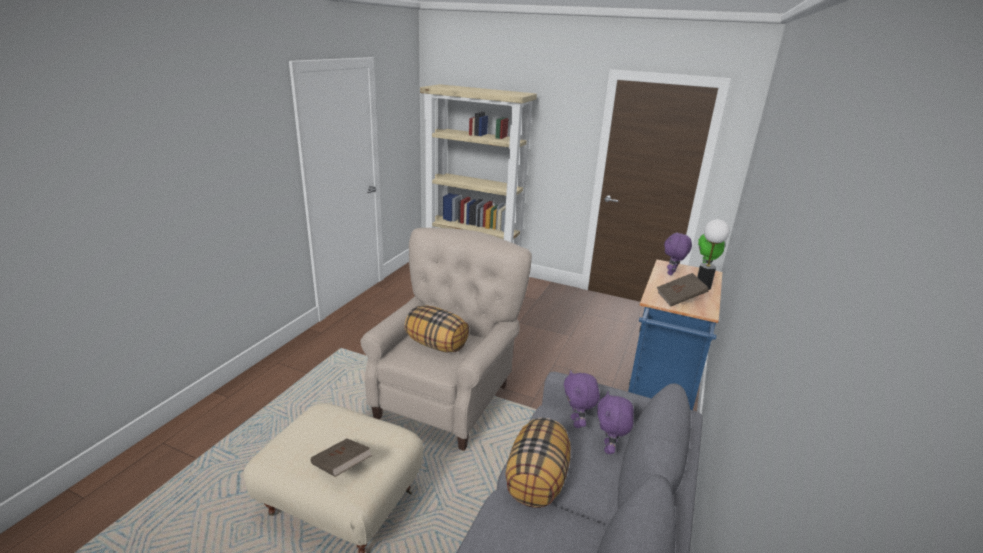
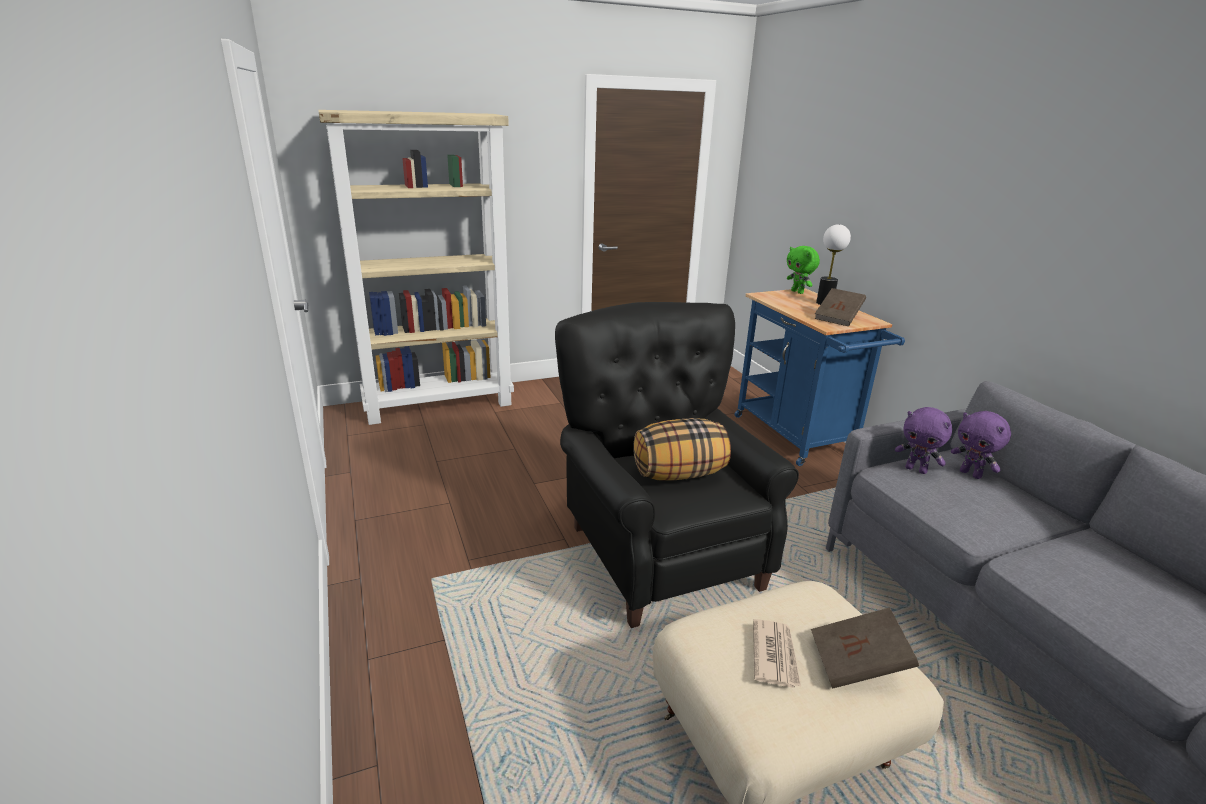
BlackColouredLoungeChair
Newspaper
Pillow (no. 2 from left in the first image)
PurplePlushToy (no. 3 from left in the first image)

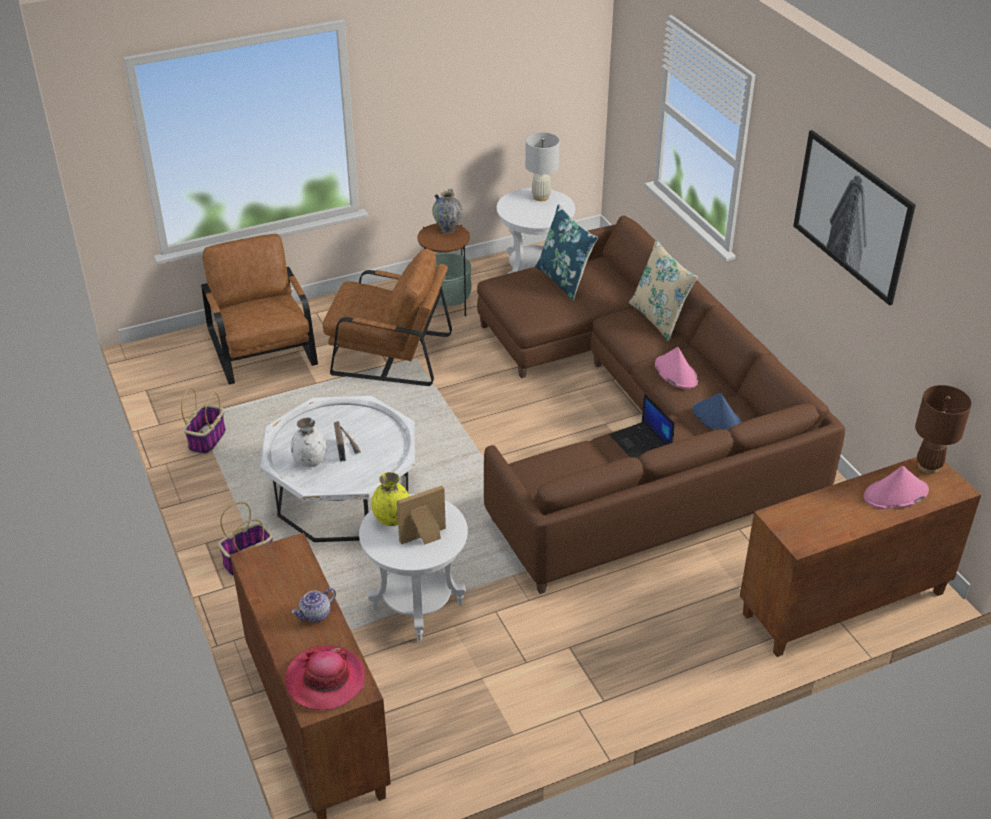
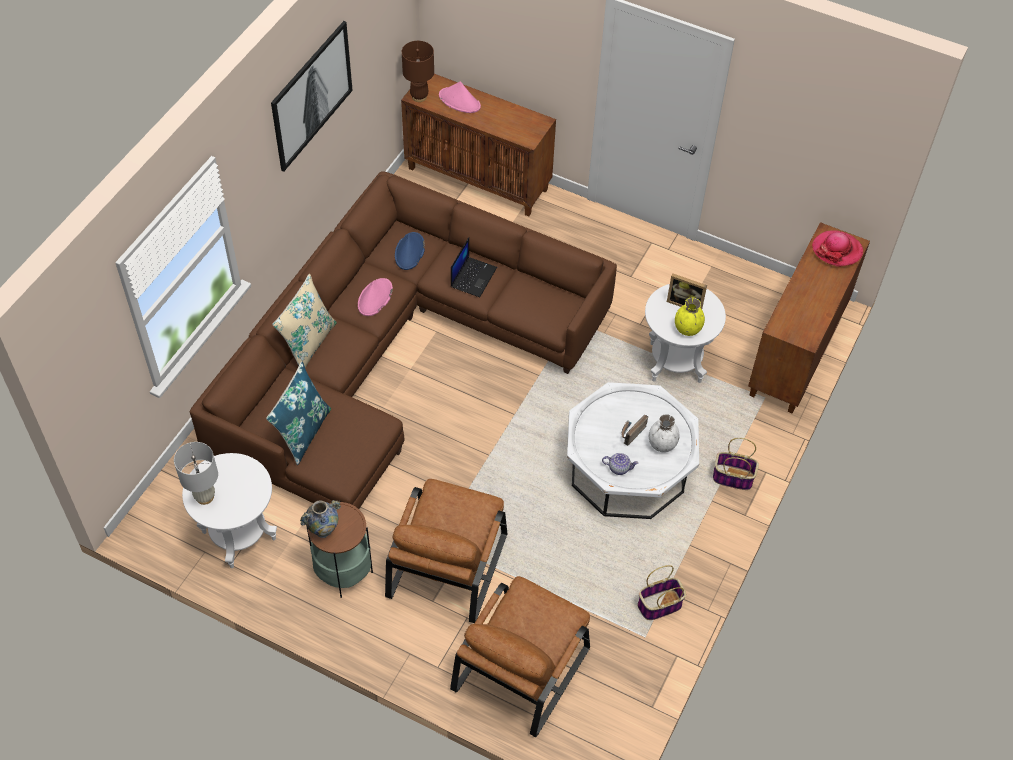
BrownColouredLoungeChair (no. 1 from left)
PotForTea

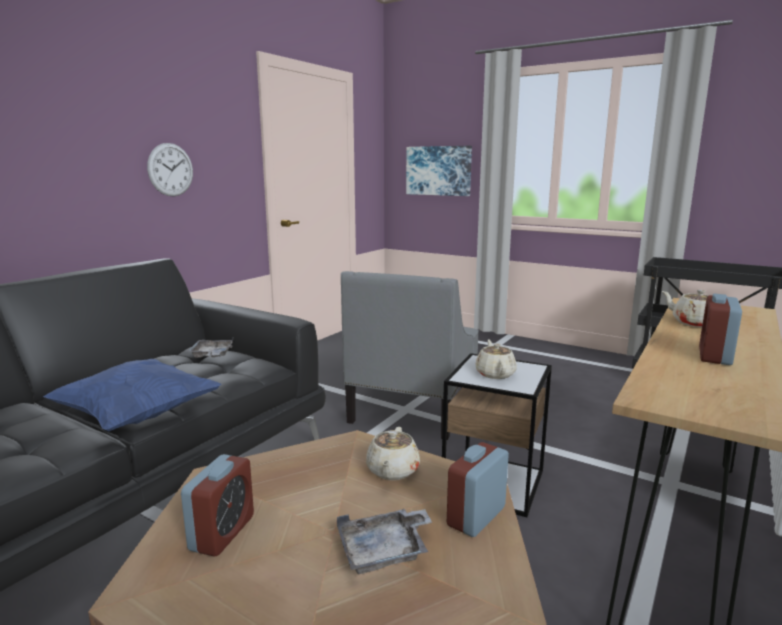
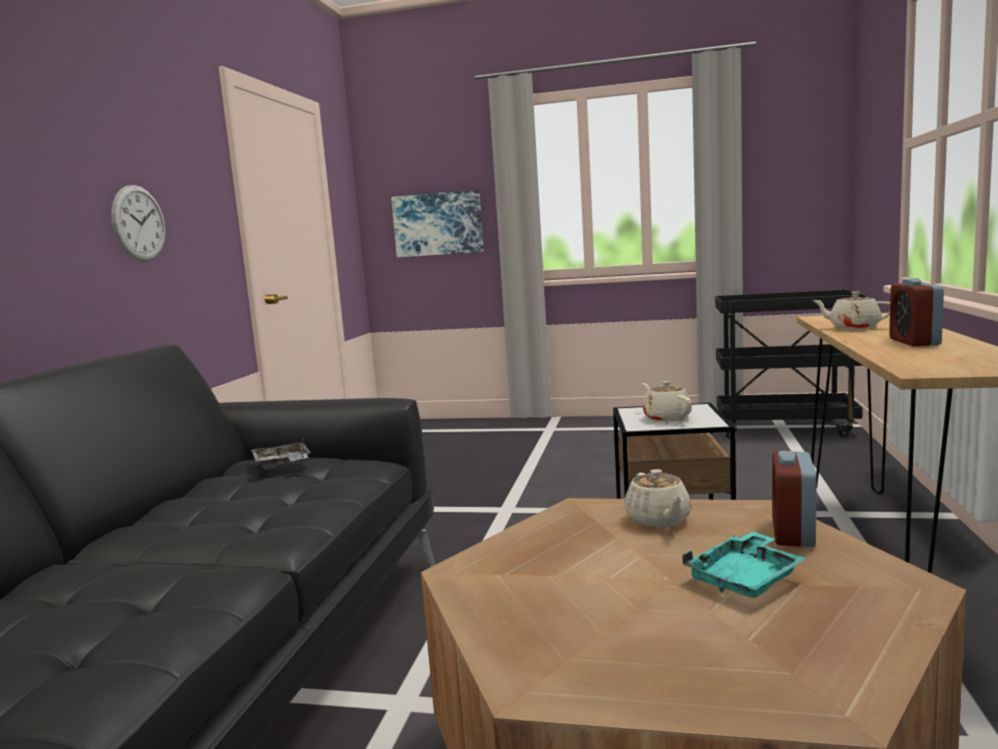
TurquoiseTray
BlueColouredPillow
AlarmClock (no. 1 from left in the first image)
GreyLoungeChair

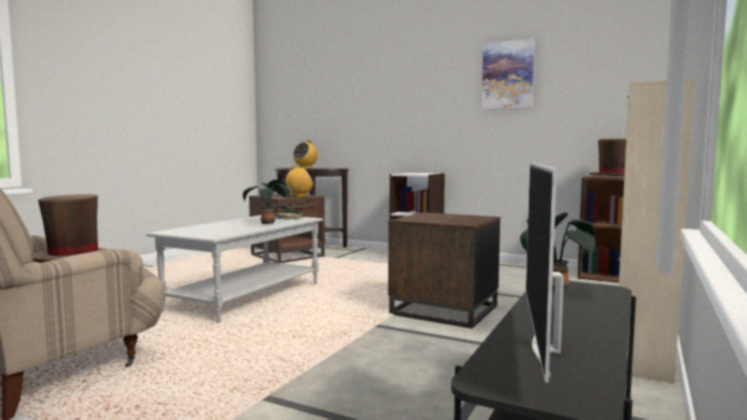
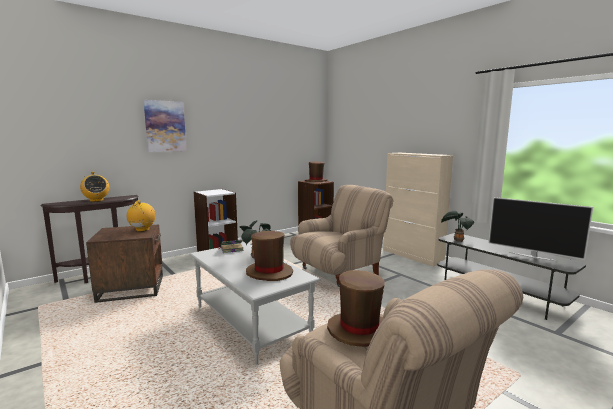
WallArt
BrownColouredWearableHat (no. 1 from left)
SandColouredLoungeChair (no. 1 from left)

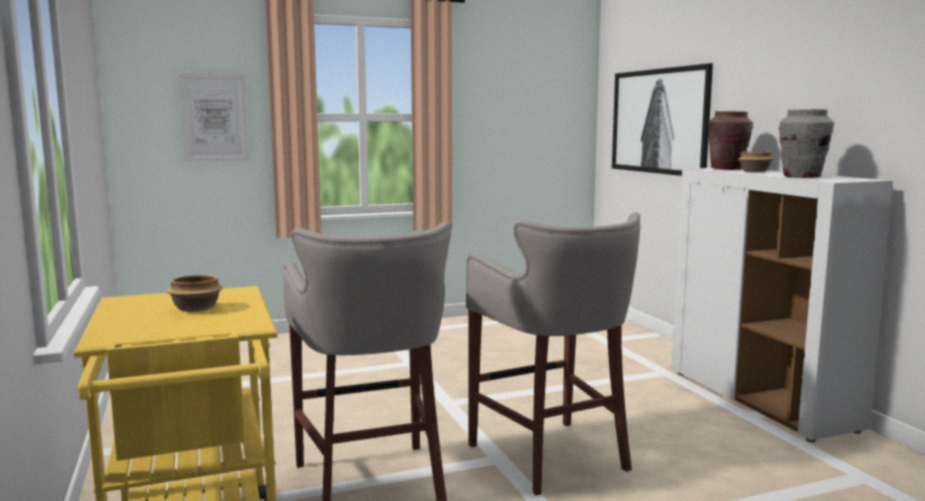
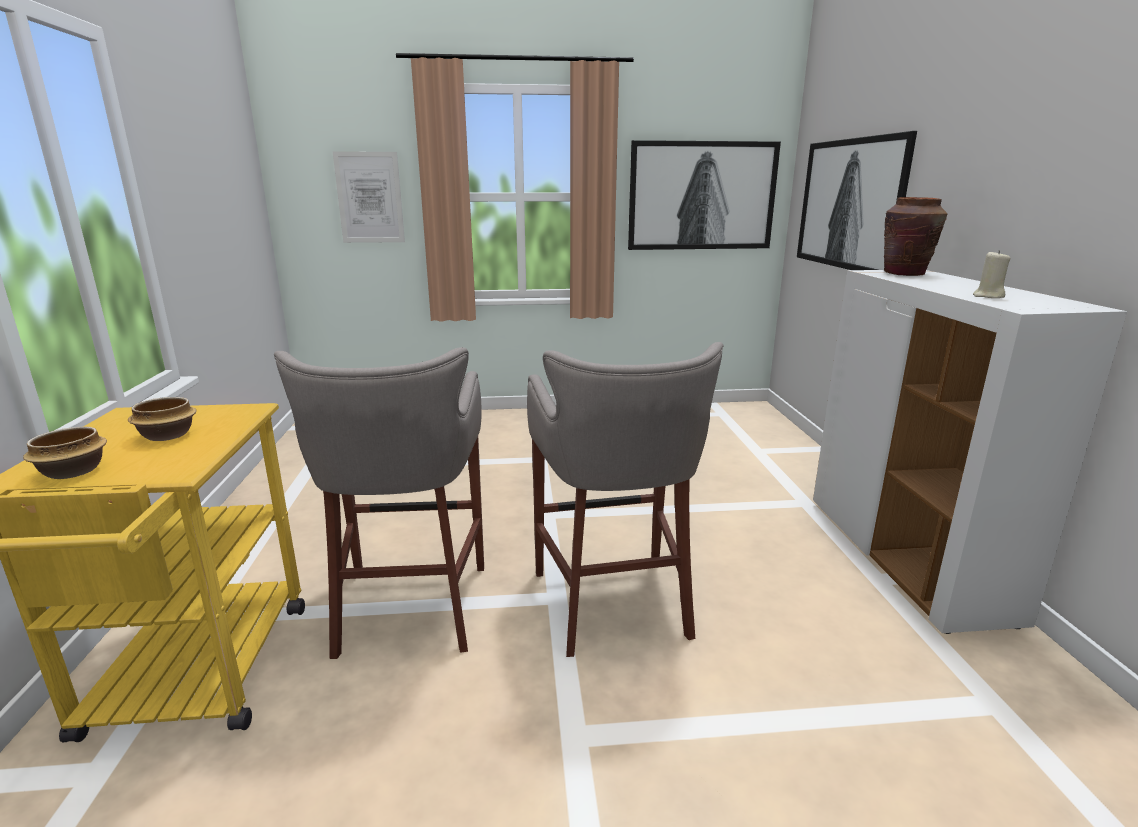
DeepDish (no. 1 from left)
WallArt (no. 2 from left)
SandColouredWaxLight

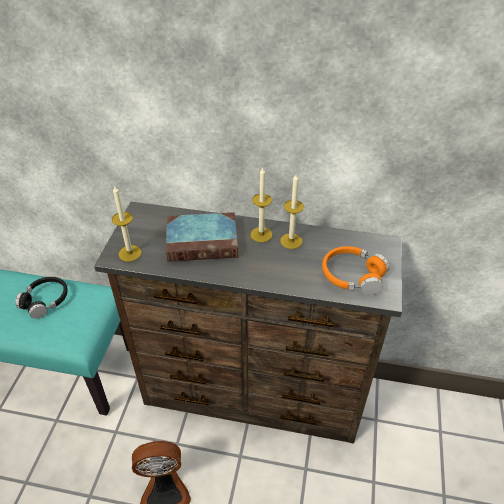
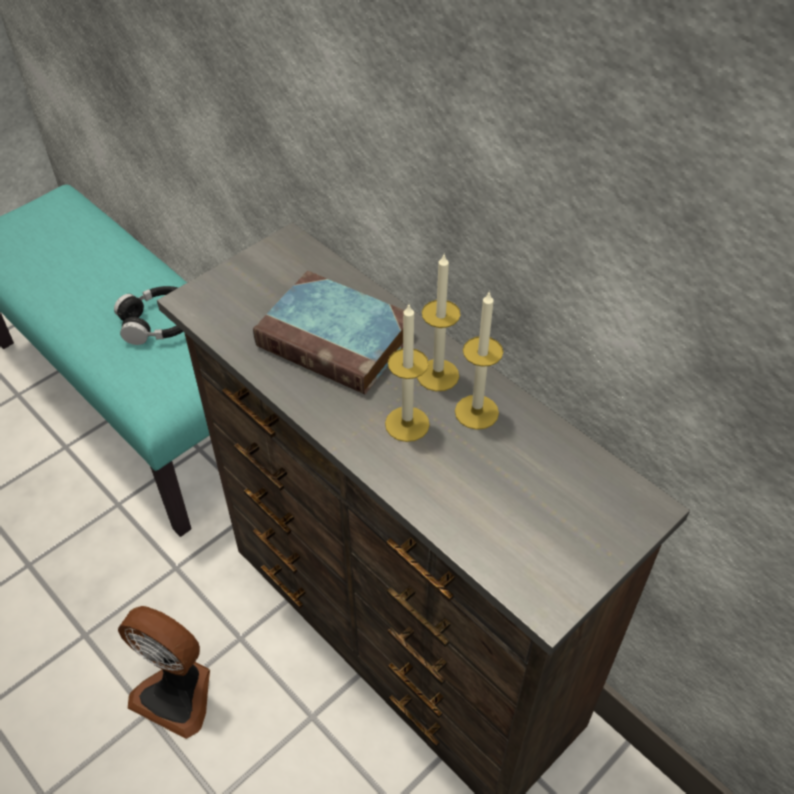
WaxLight (no. 1 from left)
OrangeHeadset

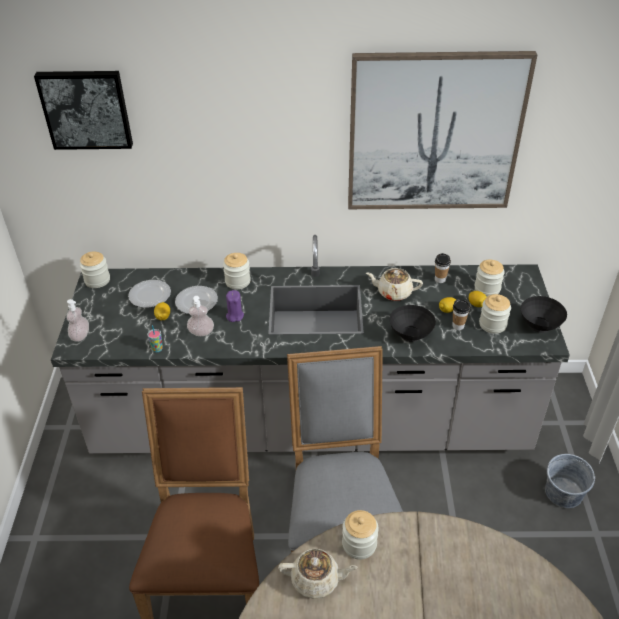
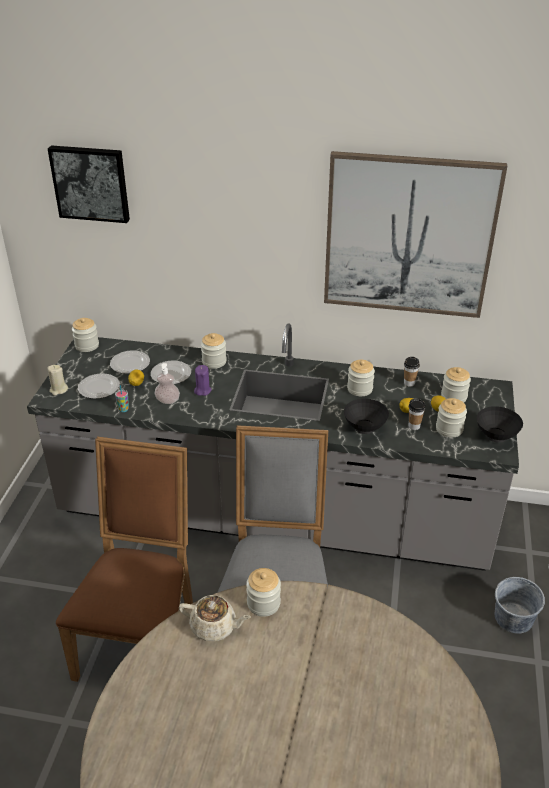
SandColouredWaxLight
FlatDish (no. 1 from left)
StorageJar (no. 4 from left)

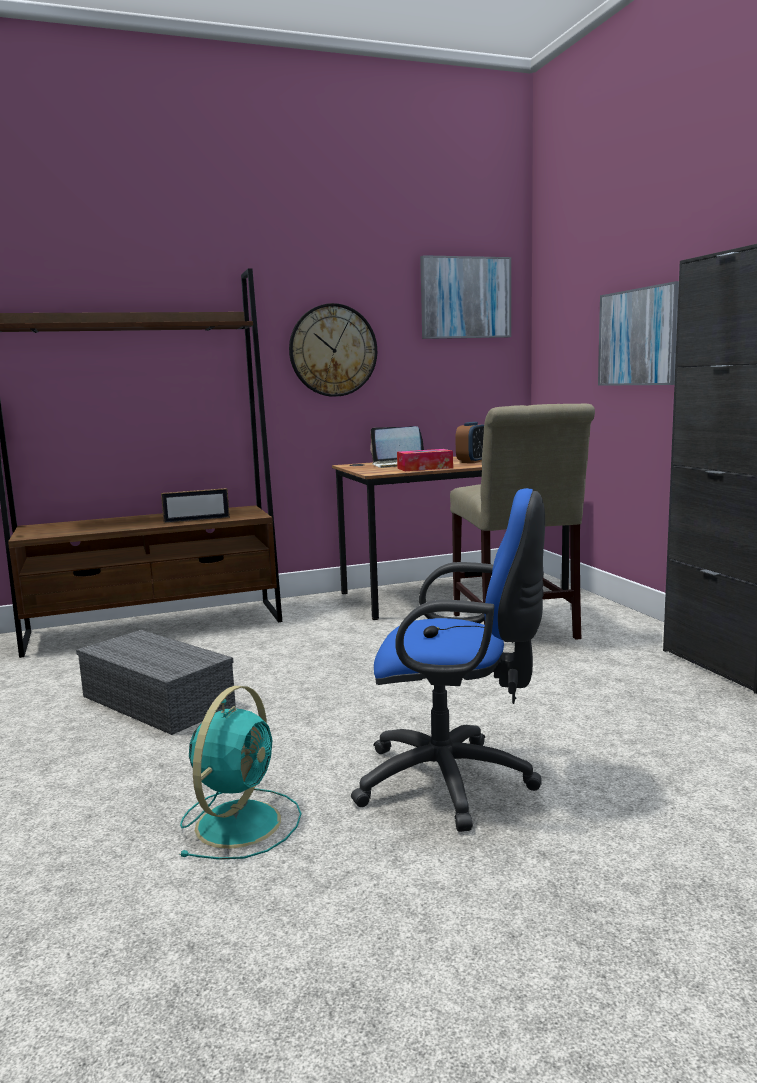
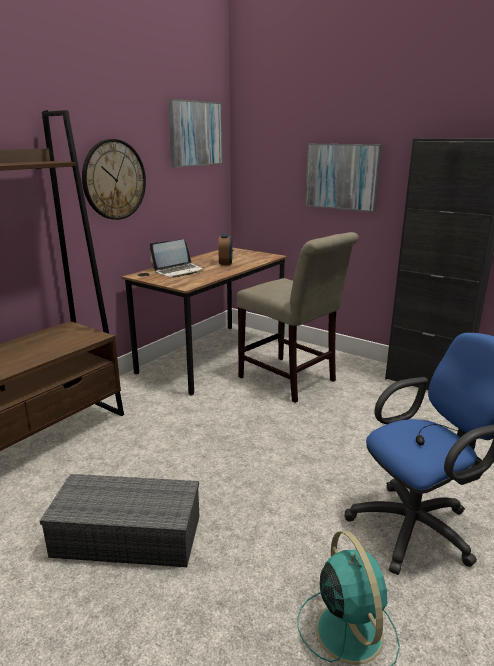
PhotoFrame
BoxOfTissues

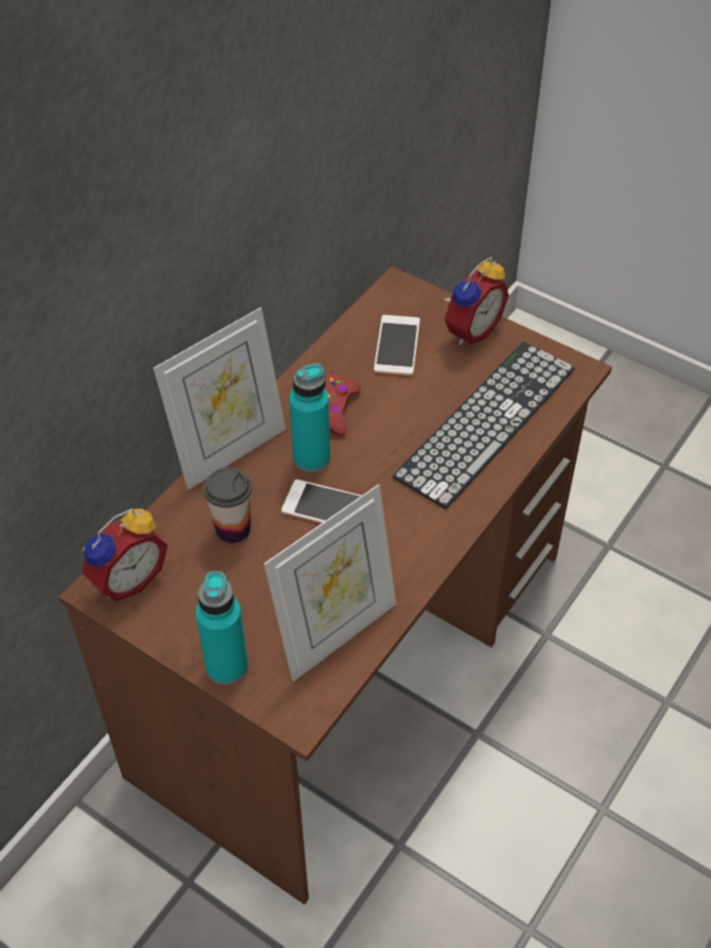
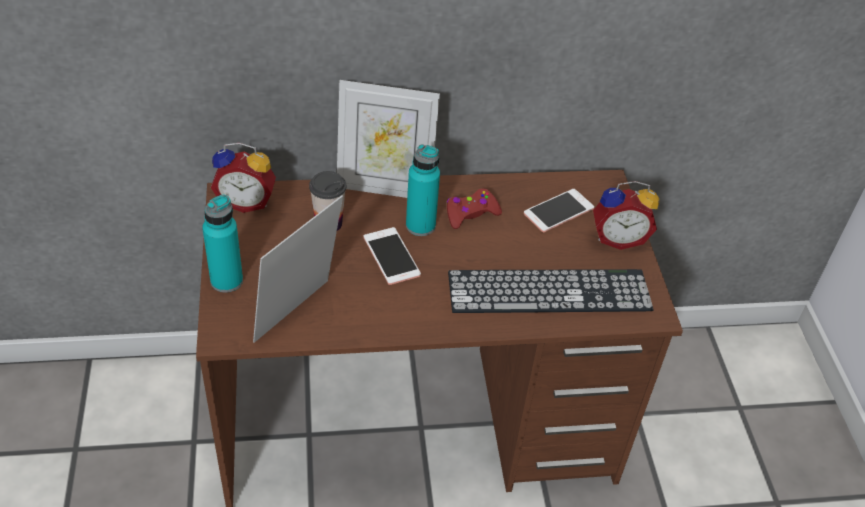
PhotoFrame (no. 1 from left)

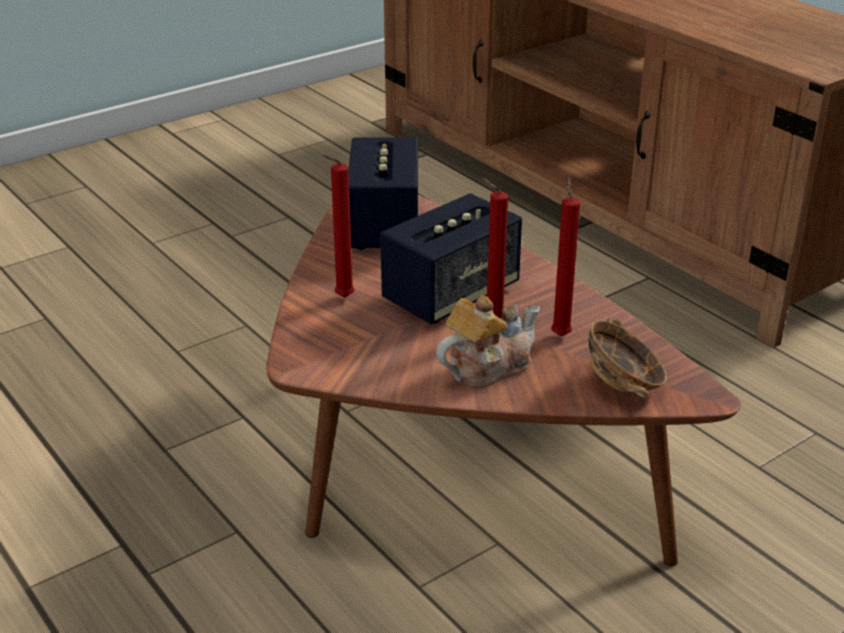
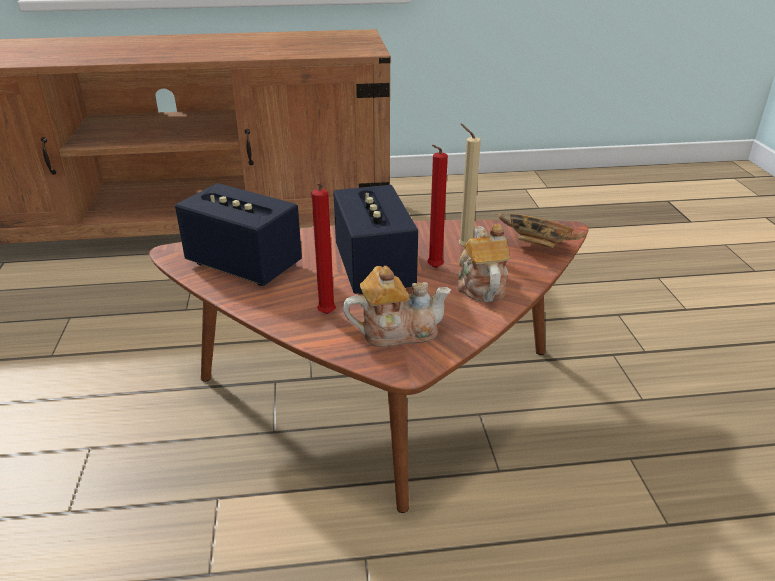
PotForTea (no. 1 from left)
SandColouredWaxLight

